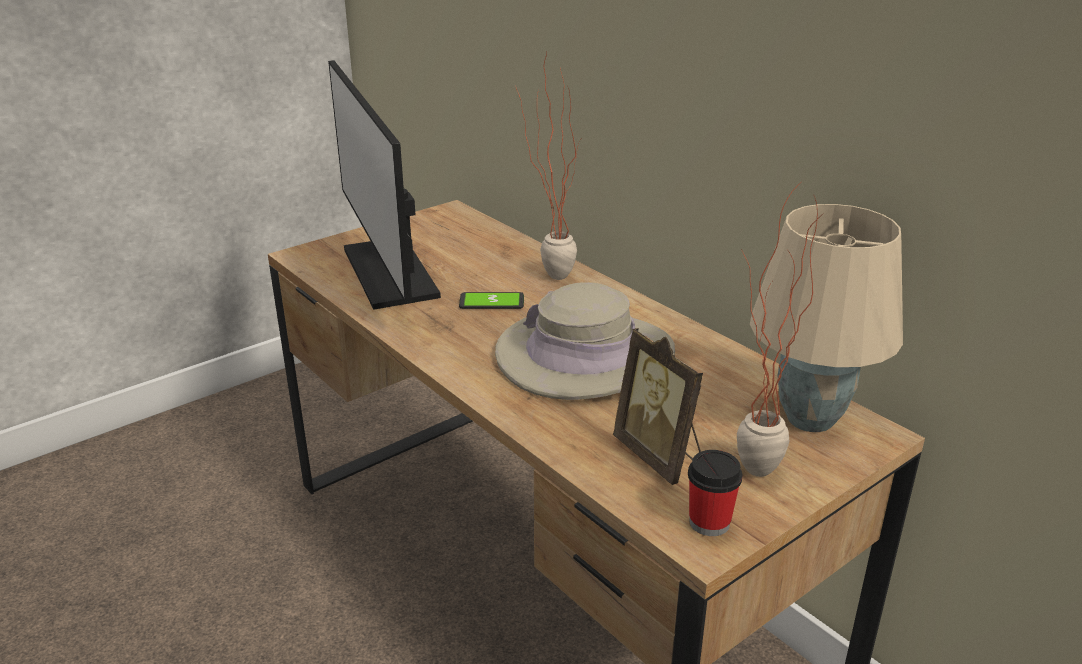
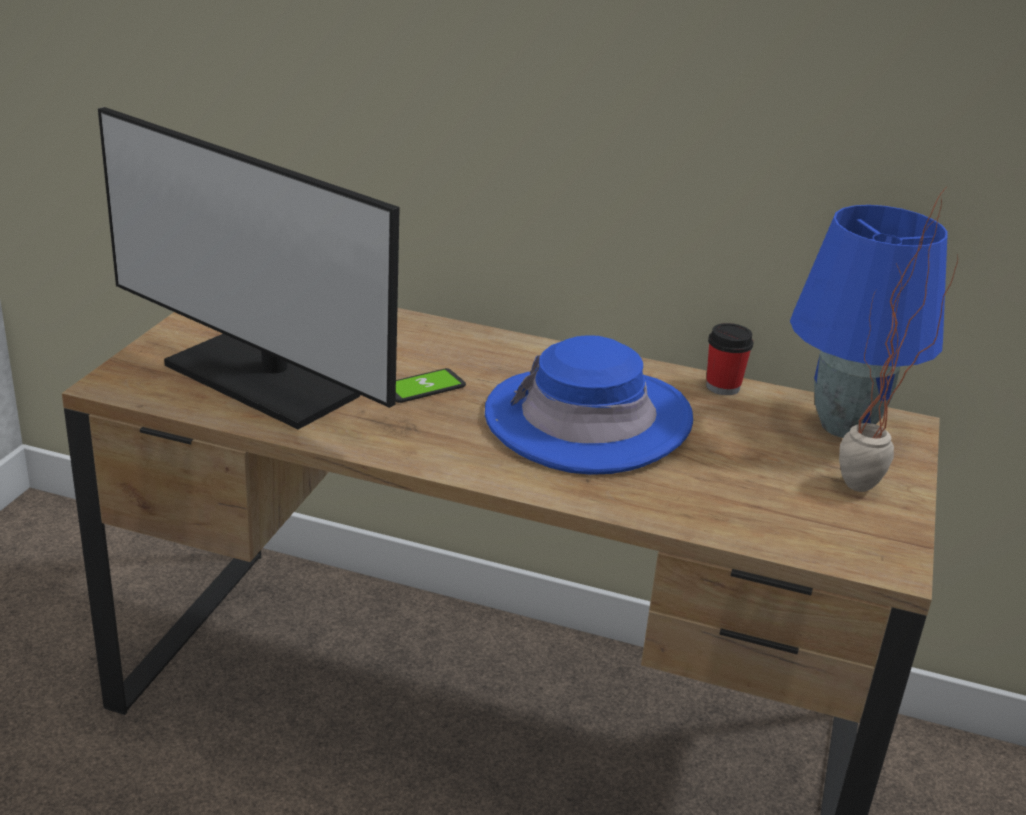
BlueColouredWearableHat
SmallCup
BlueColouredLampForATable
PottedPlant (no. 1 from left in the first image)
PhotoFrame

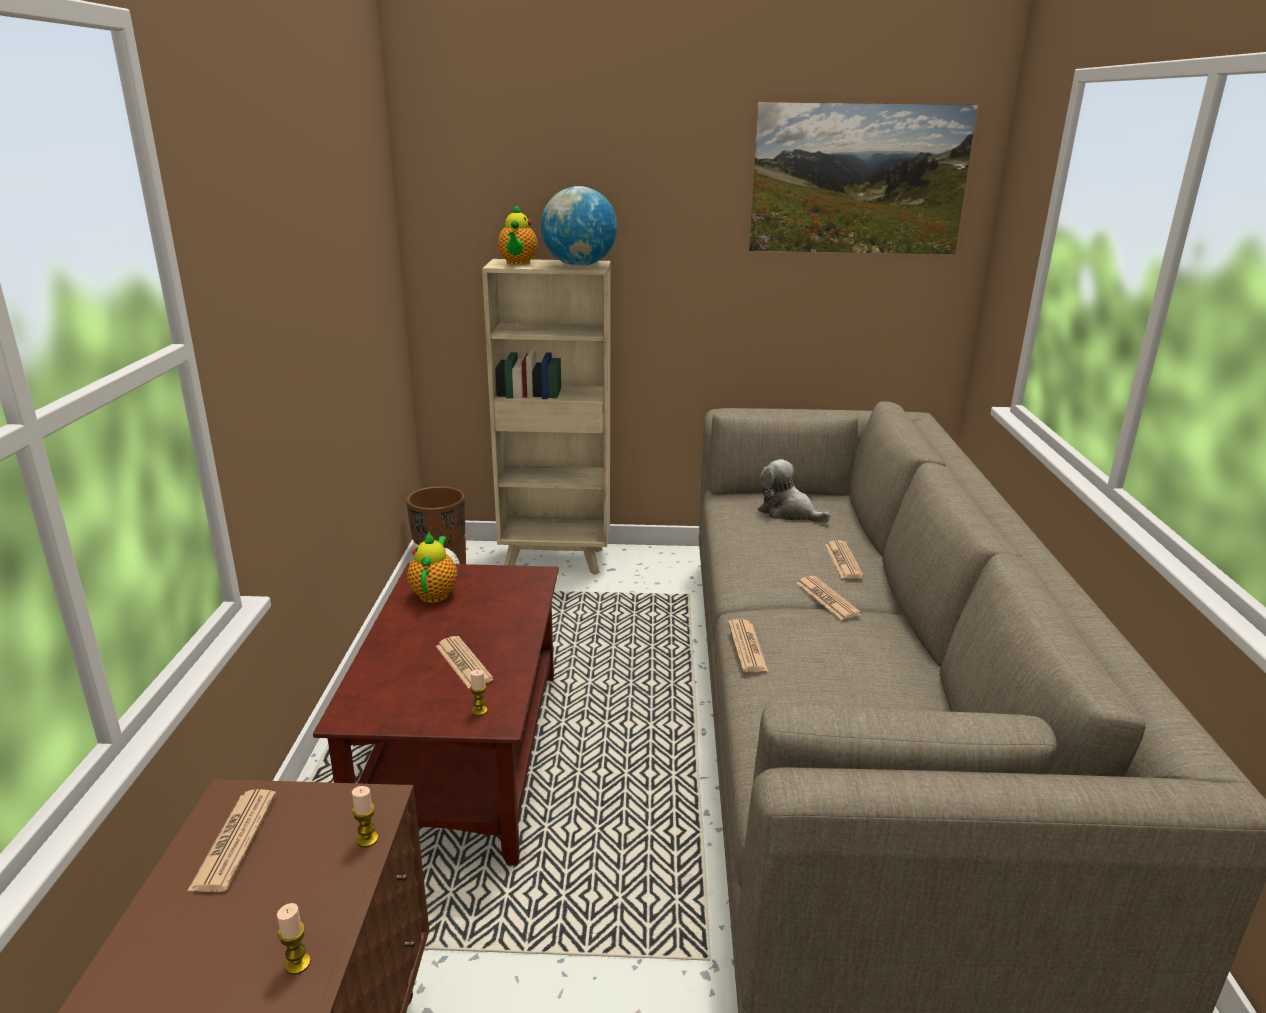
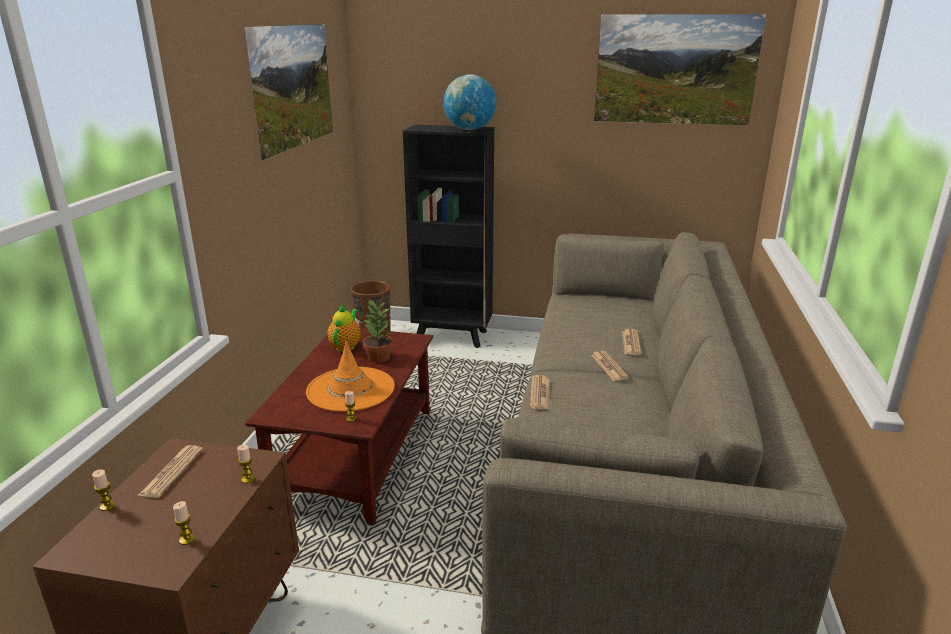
WaxLight (no. 1 from left)
WallArt (no. 1 from left)
OrangeWearableHat
PottedPlant
BlackColouredBookcase
PotForTea (no. 2 from left in the first image)
PlushToy

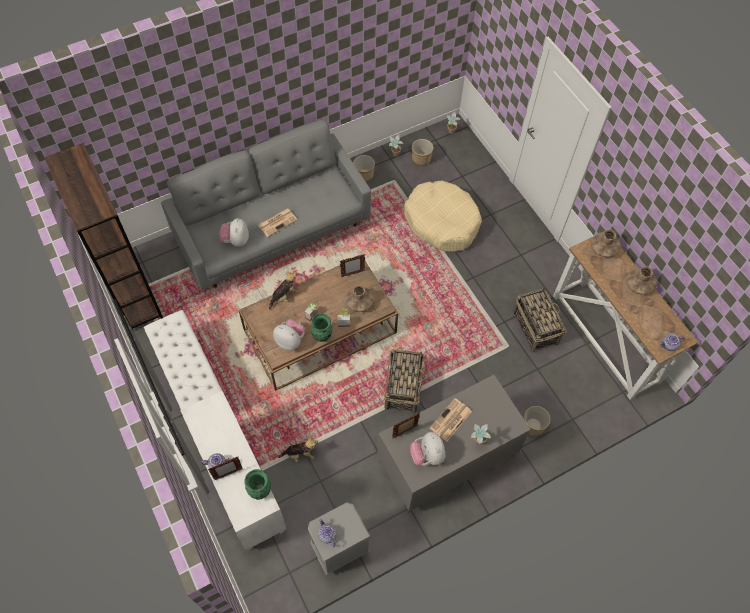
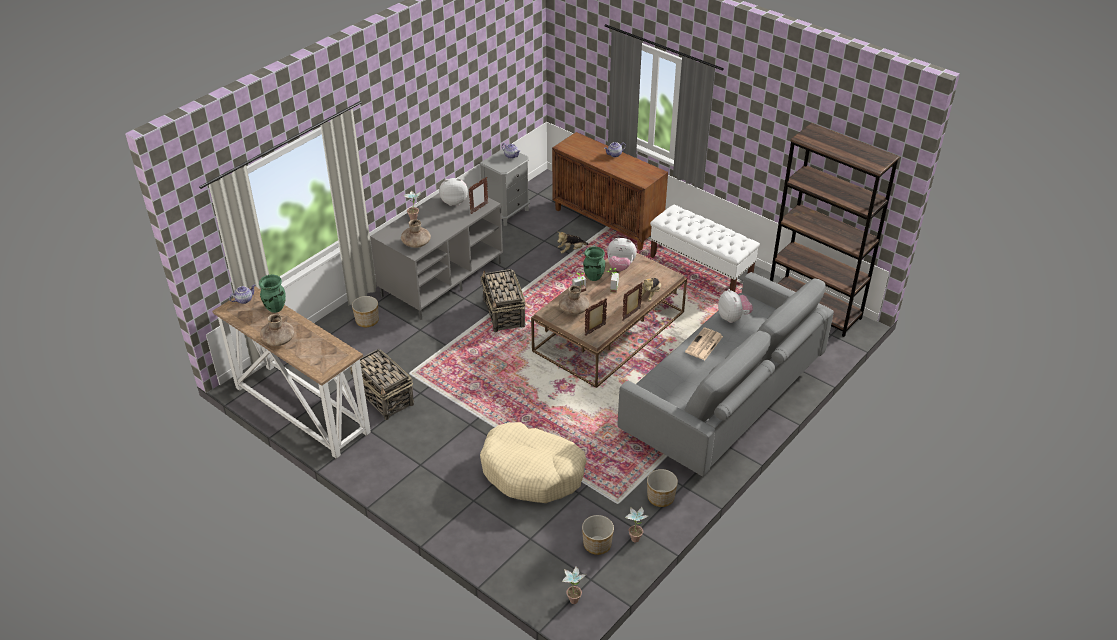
GreenishFlowerVase (no. 1 from left)
BrownColouredFlowerVase (no. 2 from left)
PlushToy (no. 1 from left)
BrownColouredStorageCabinet
PhotoFrame (no. 3 from left)
Newspaper (no. 2 from left in the first image)

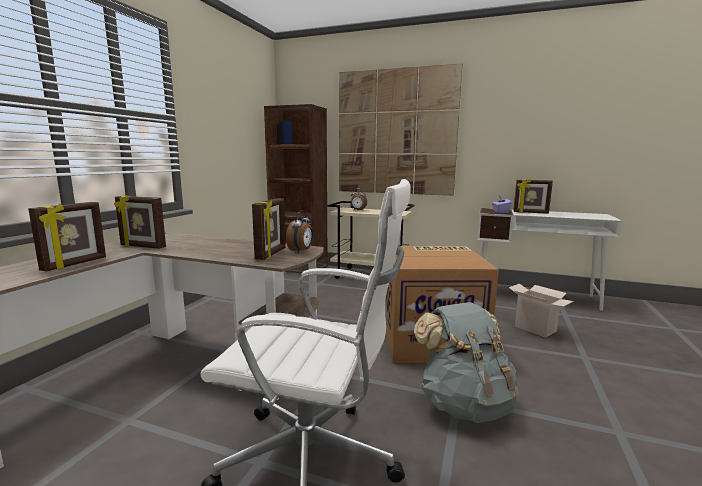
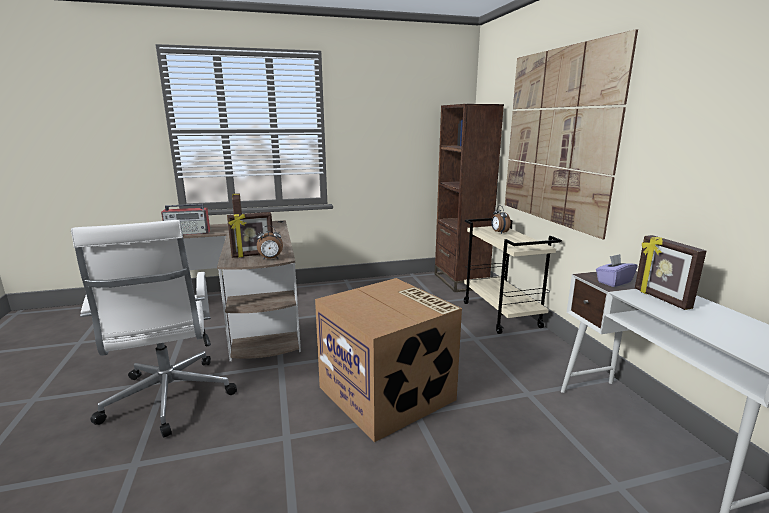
RadioReceiver
GreyKnapsack
Carton (no. 2 from left in the first image)

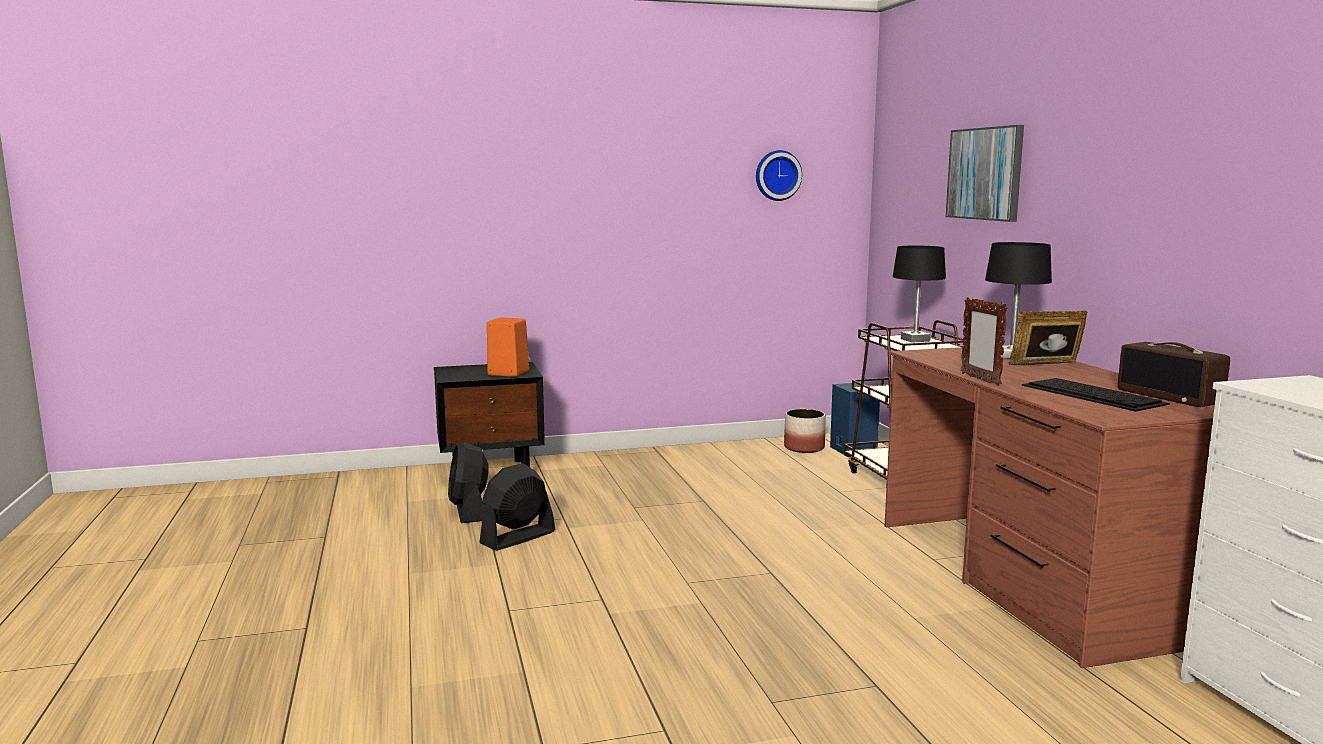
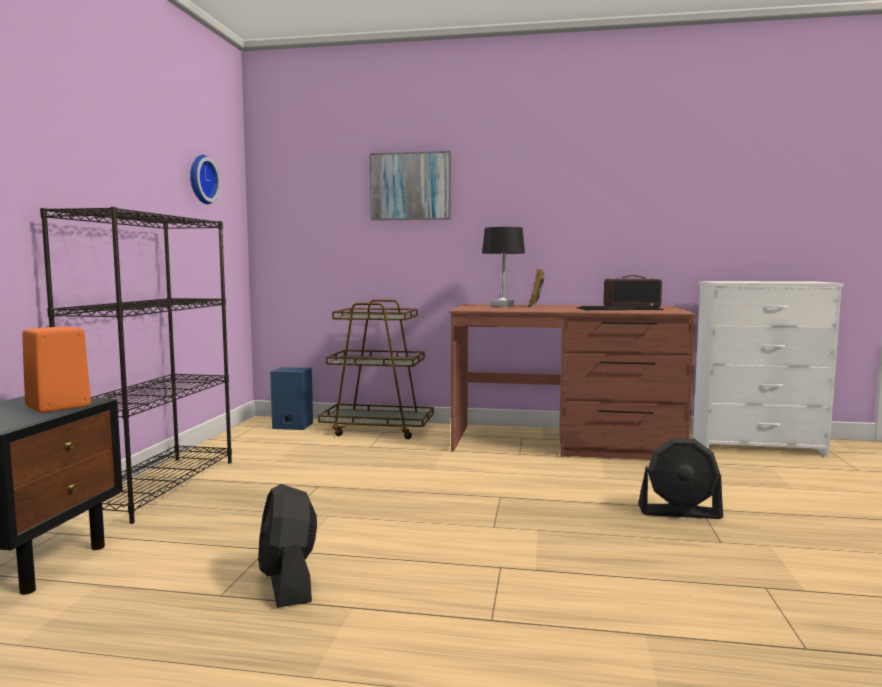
BlackColouredBookcase
BlackColouredCoolingFan (no. 2 from left)
Planter
BlackColouredLampForATable (no. 1 from left in the first image)
PhotoFrame (no. 1 from left in the first image)

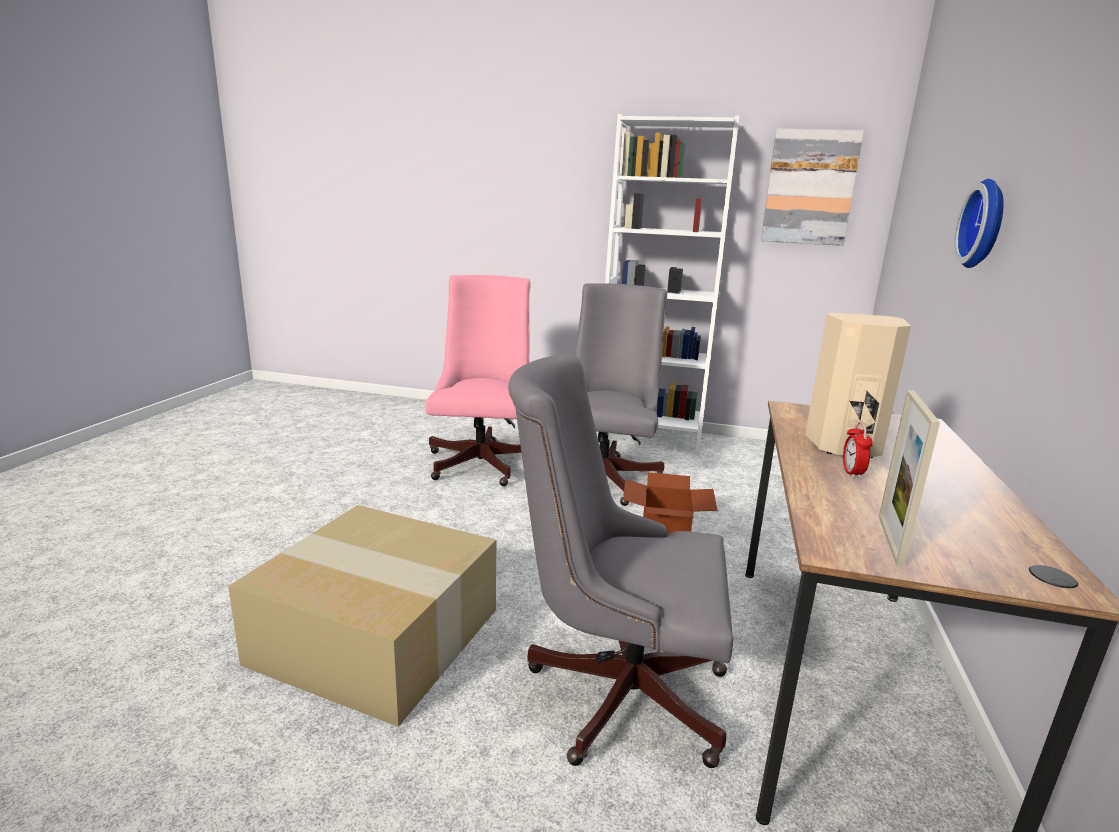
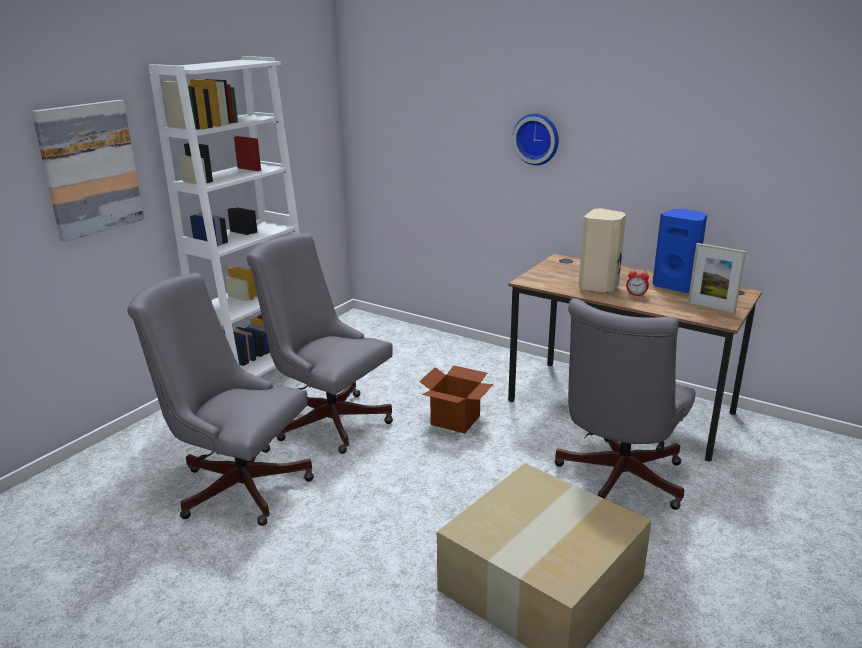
WallArt
GreyOfficeChair (no. 1 from left)
BlueColouredLoudspeaker

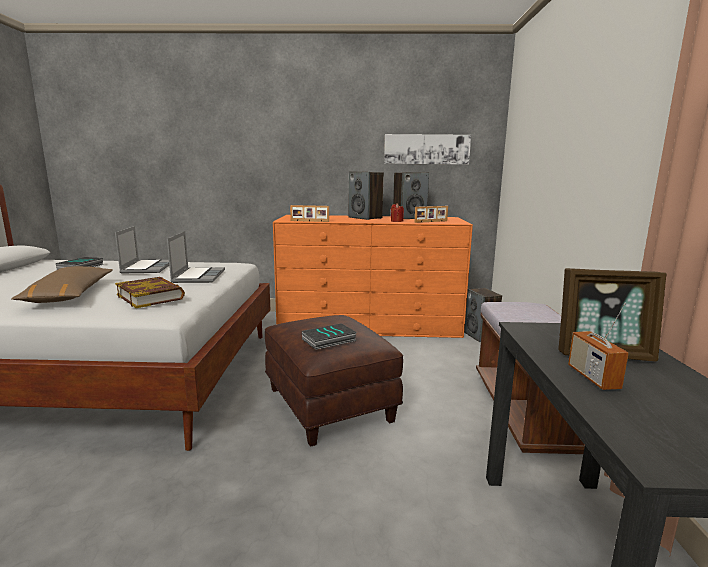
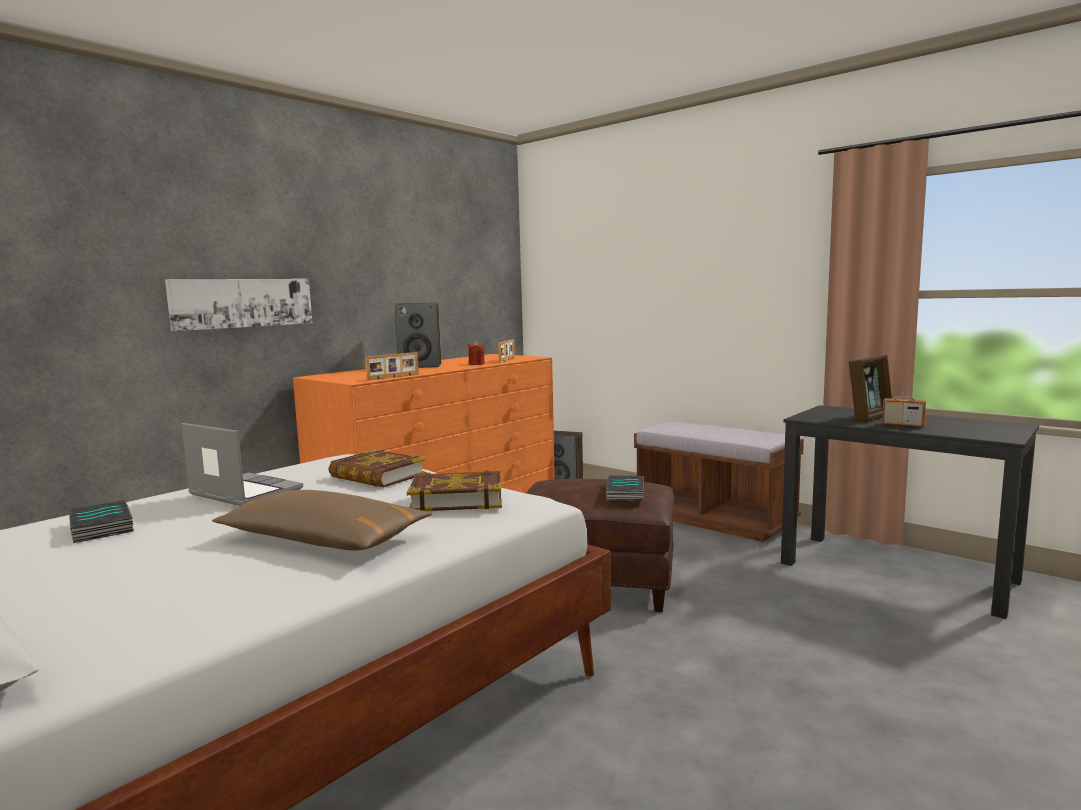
WallArt
BoundBook (no. 2 from left)
Loudspeaker (no. 2 from left in the first image)

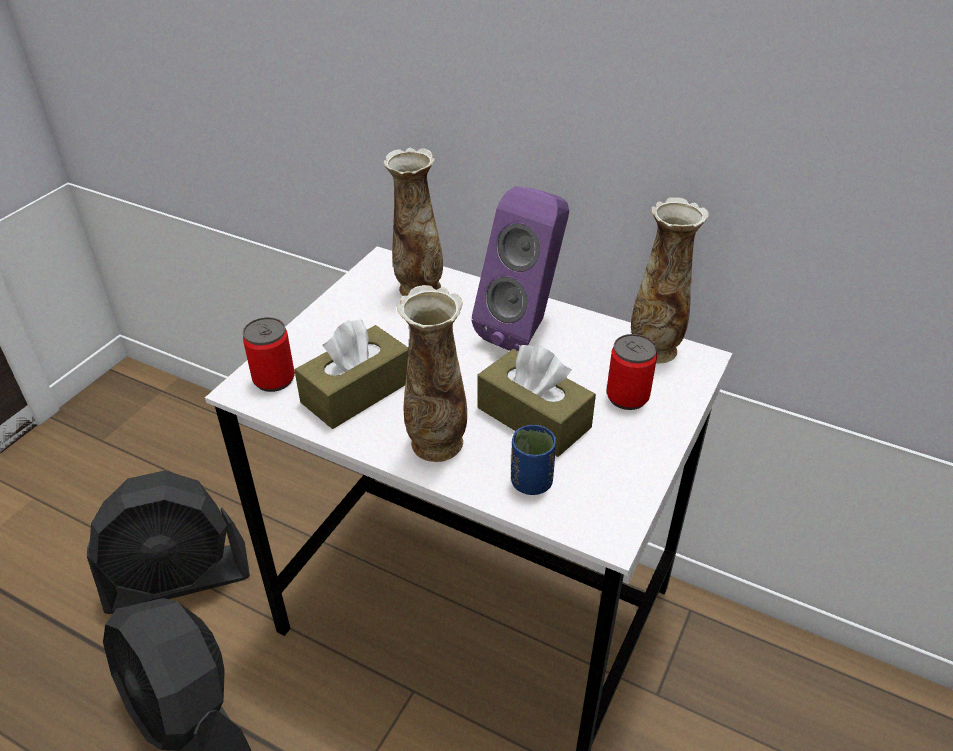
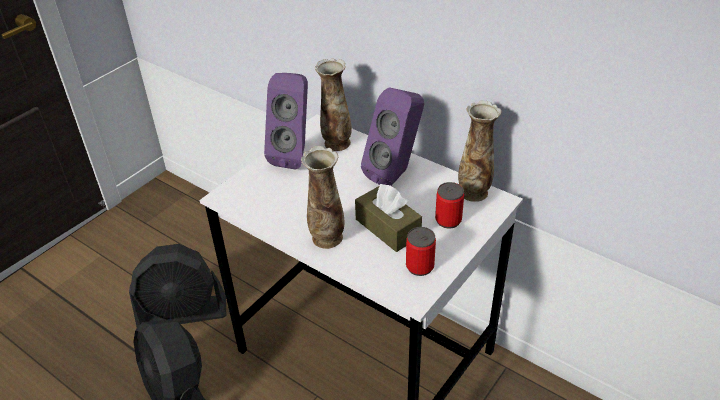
PurpleLoudspeaker (no. 1 from left)
Can (no. 1 from left)
BrownColouredBoxOfTissues (no. 1 from left in the first image)
BlueColouredSmallCup

